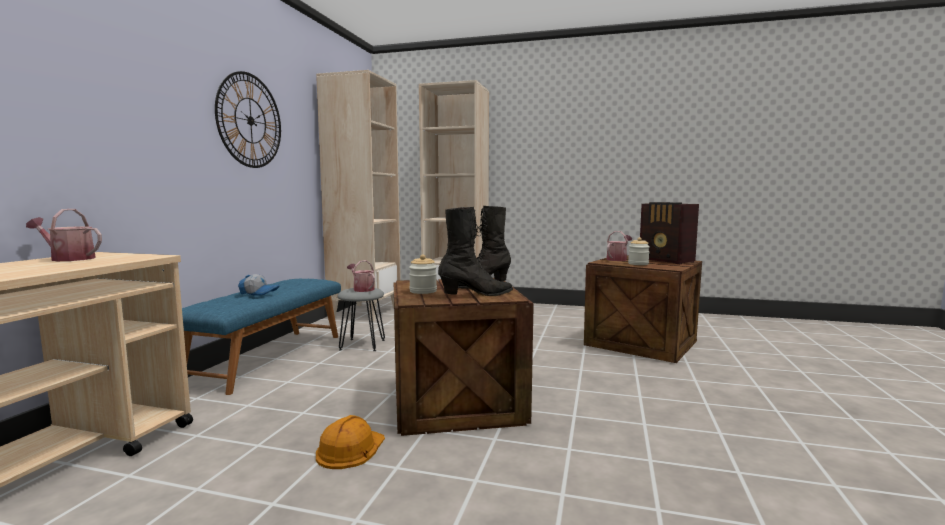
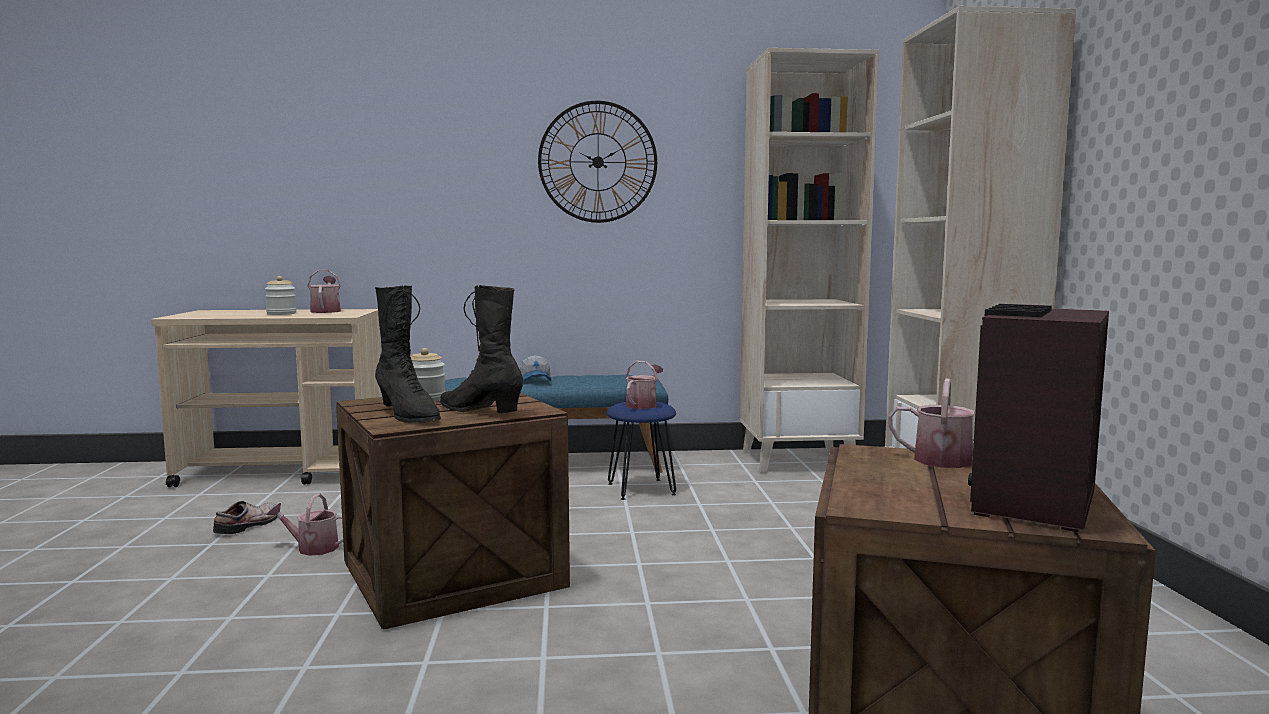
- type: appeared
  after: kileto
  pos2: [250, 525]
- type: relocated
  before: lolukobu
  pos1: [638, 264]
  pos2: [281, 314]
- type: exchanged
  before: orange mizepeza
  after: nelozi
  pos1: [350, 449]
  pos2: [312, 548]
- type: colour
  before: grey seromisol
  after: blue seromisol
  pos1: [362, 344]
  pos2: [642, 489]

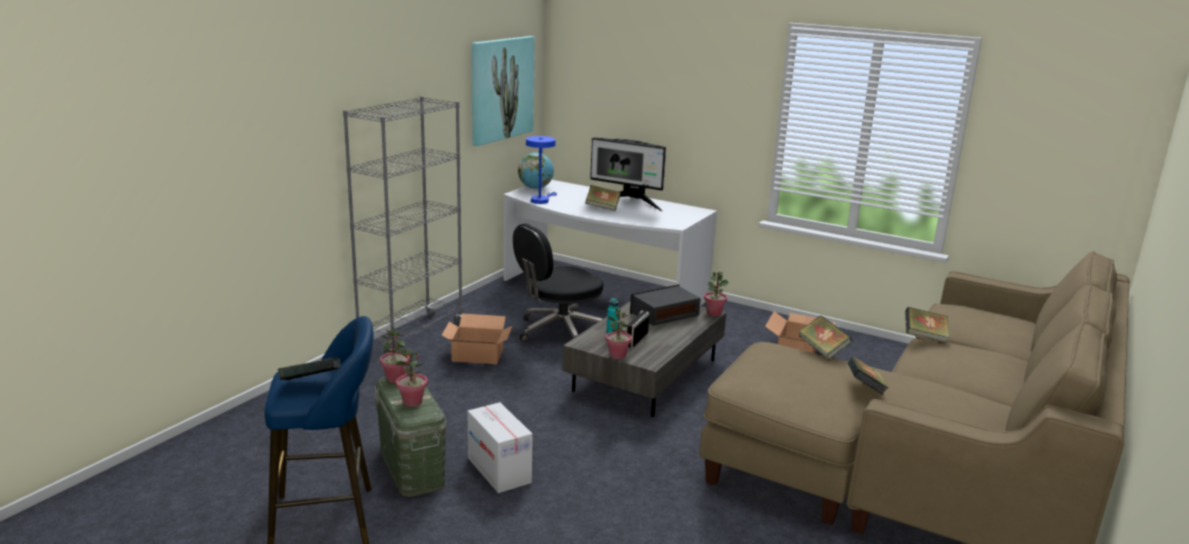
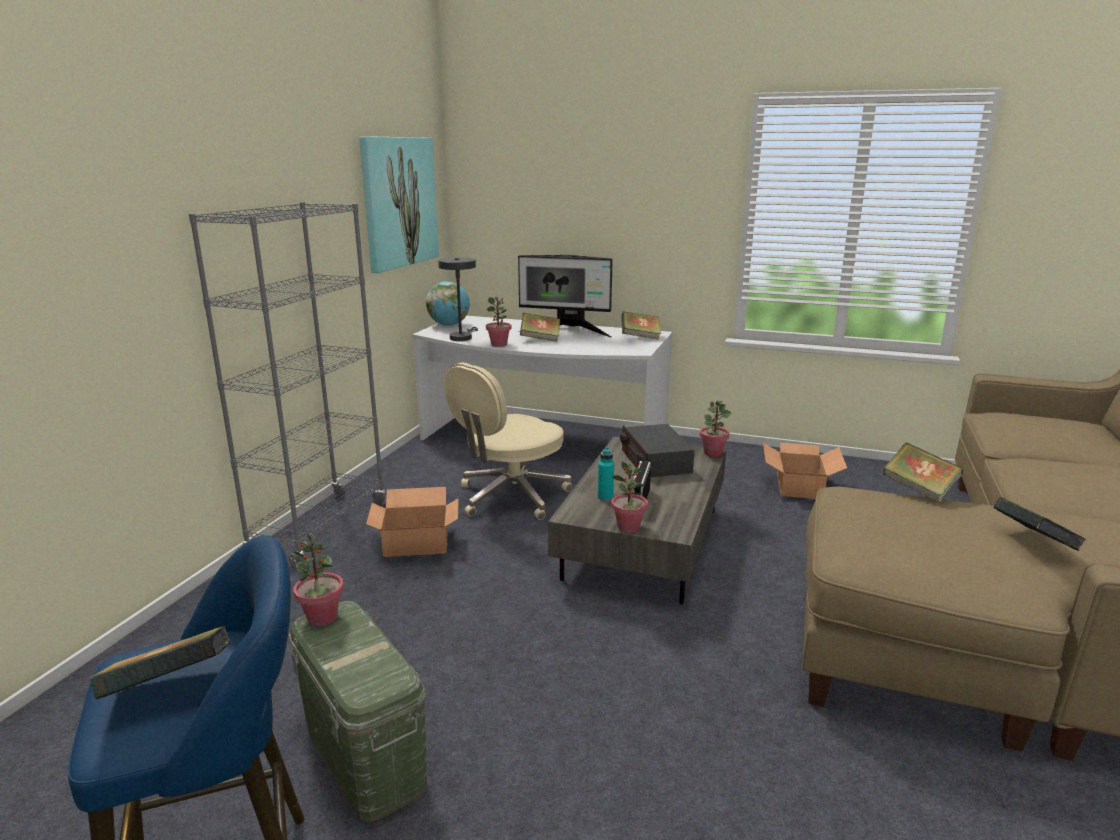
- type: missing
  before: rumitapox
  pos1: [499, 470]
- type: relocated
  before: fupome
  pos1: [412, 402]
  pos2: [499, 345]
- type: relocated
  before: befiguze
  pos1: [924, 337]
  pos2: [640, 337]
- type: colour
  before: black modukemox
  after: beige modukemox
  pos1: [559, 331]
  pos2: [511, 497]
- type: colour
  before: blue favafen
  after: grey favafen
  pos1: [541, 200]
  pos2: [462, 337]
- type: spun
  before: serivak
  pos1: [664, 314]
  pos2: [655, 462]
  turn: -60

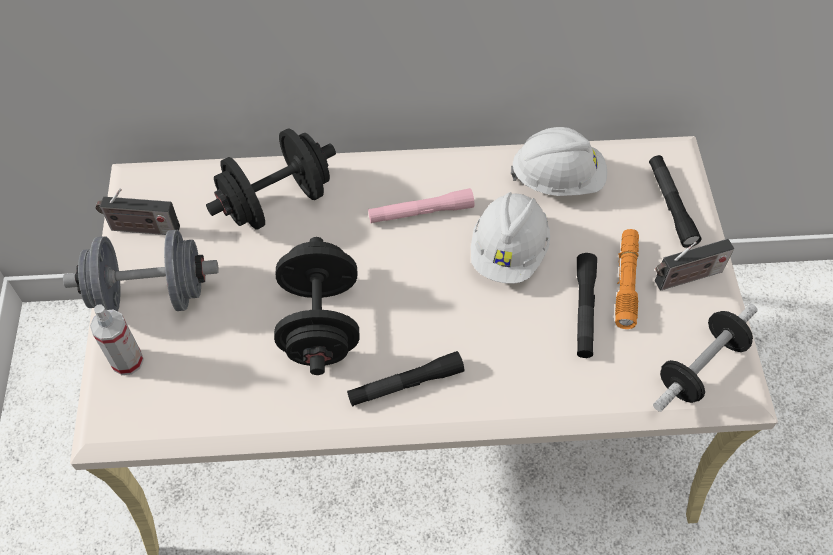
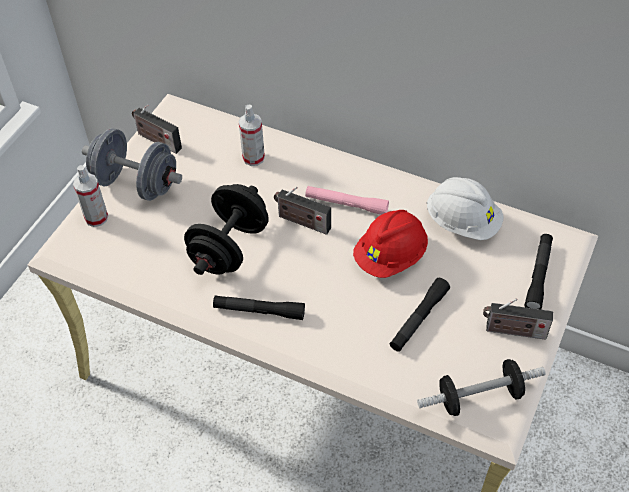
- type: missing
  before: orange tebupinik
  pos1: [626, 282]
- type: appeared
  after: serivak
  pos2: [301, 222]
- type: exchanged
  before: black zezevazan
  after: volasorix
  pos1: [276, 202]
  pos2: [253, 158]
- type: colour
  before: white mizepeza
  after: red mizepeza
  pos1: [508, 252]
  pos2: [390, 257]

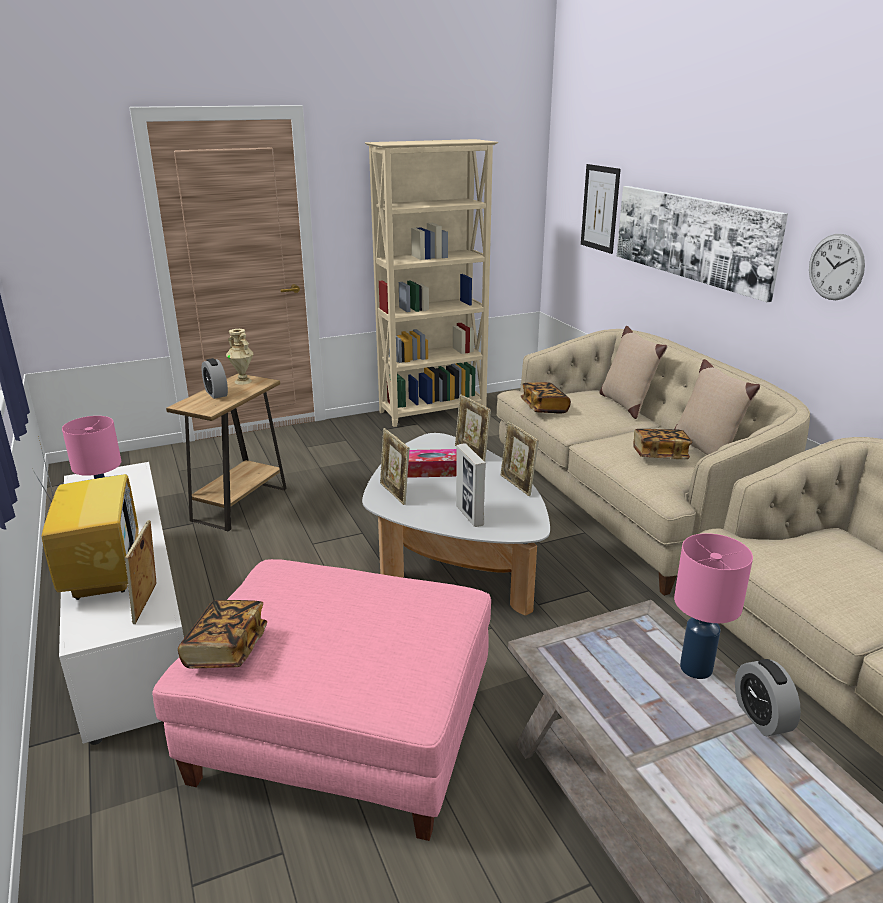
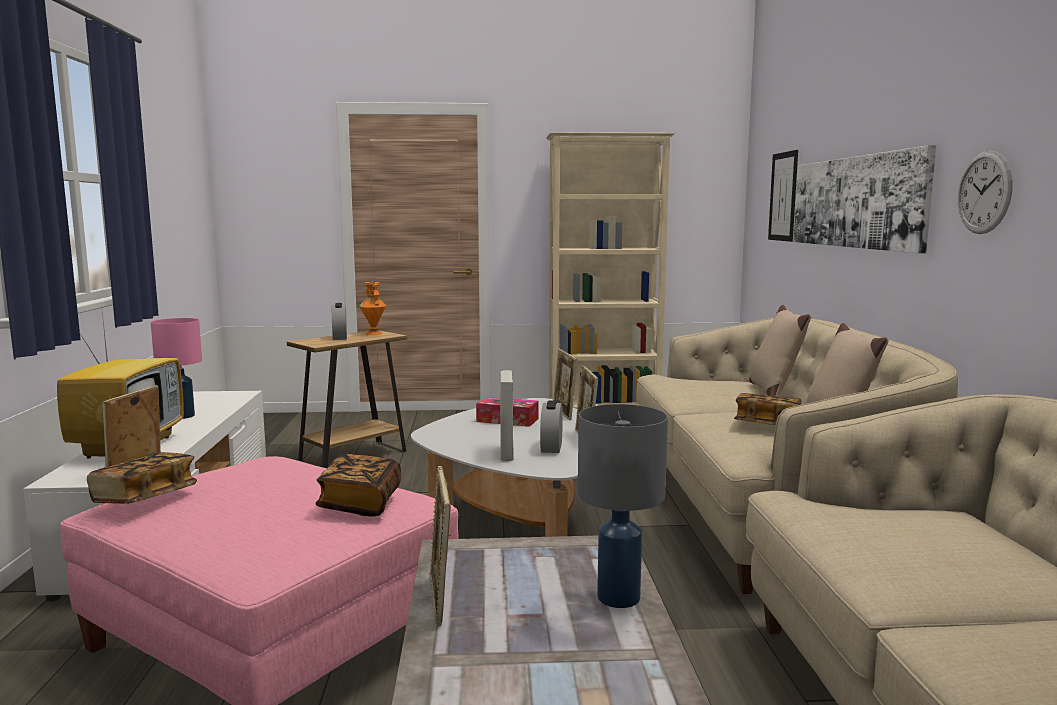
- type: relocated
  before: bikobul
  pos1: [394, 493]
  pos2: [440, 600]
- type: relocated
  before: befiguze
  pos1: [544, 408]
  pos2: [360, 503]
- type: relocated
  before: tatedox
  pos1: [761, 717]
  pos2: [551, 447]
- type: colour
  before: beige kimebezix
  after: orange kimebezix
  pos1: [243, 381]
  pos2: [374, 333]
- type: colour
  before: pink favafen
  after: grey favafen
  pos1: [696, 667]
  pos2: [619, 597]

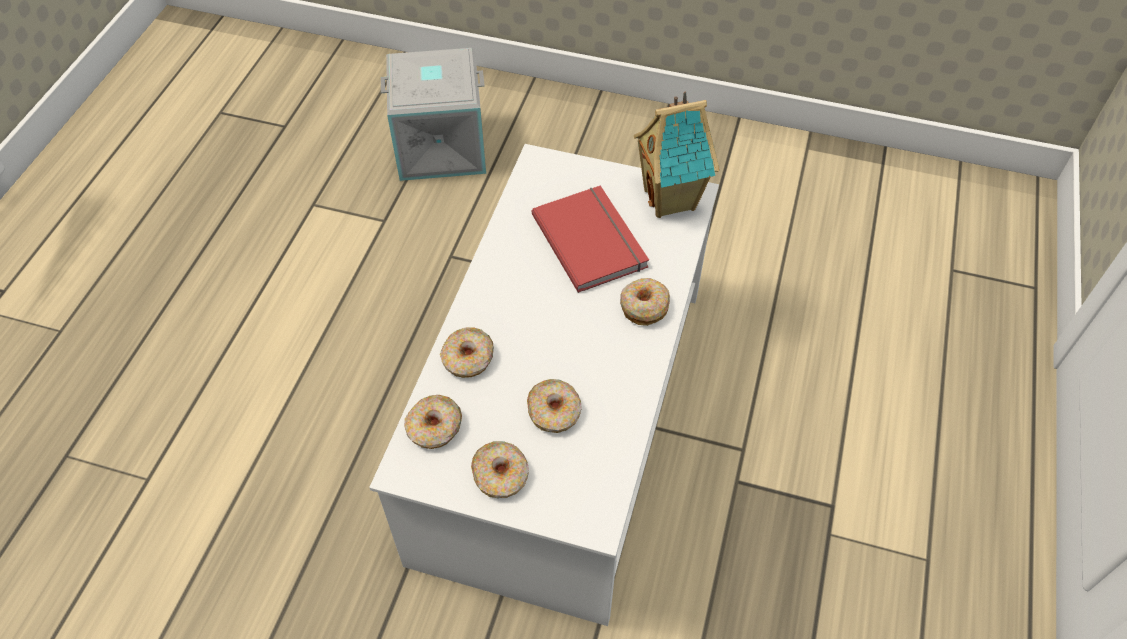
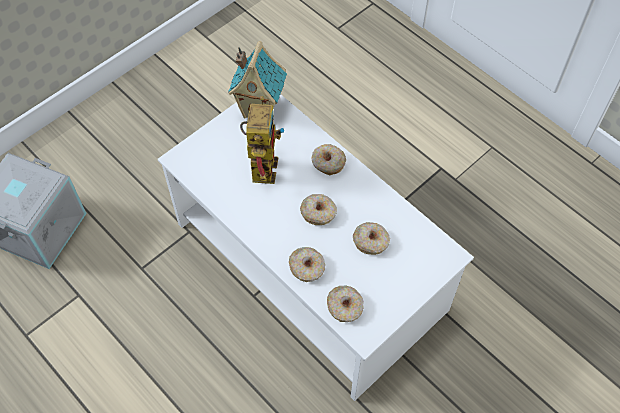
- type: relocated
  before: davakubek
  pos1: [501, 475]
  pos2: [318, 213]
- type: exchanged
  before: red befiguze
  after: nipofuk
  pos1: [592, 239]
  pos2: [262, 162]

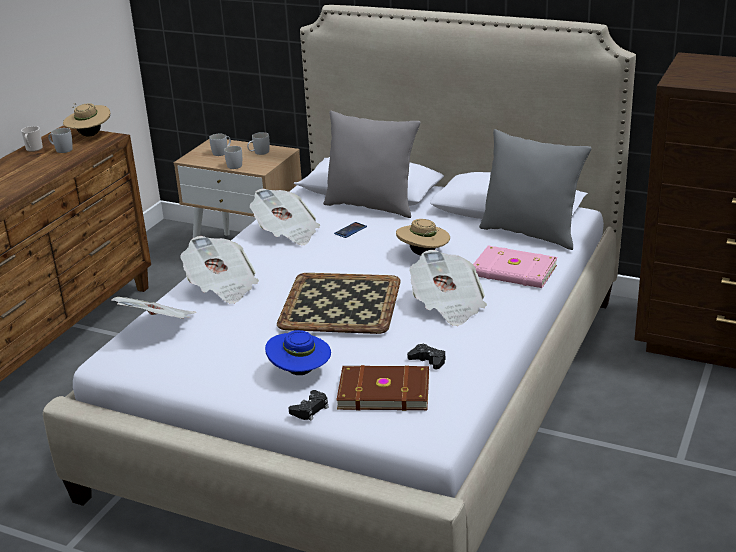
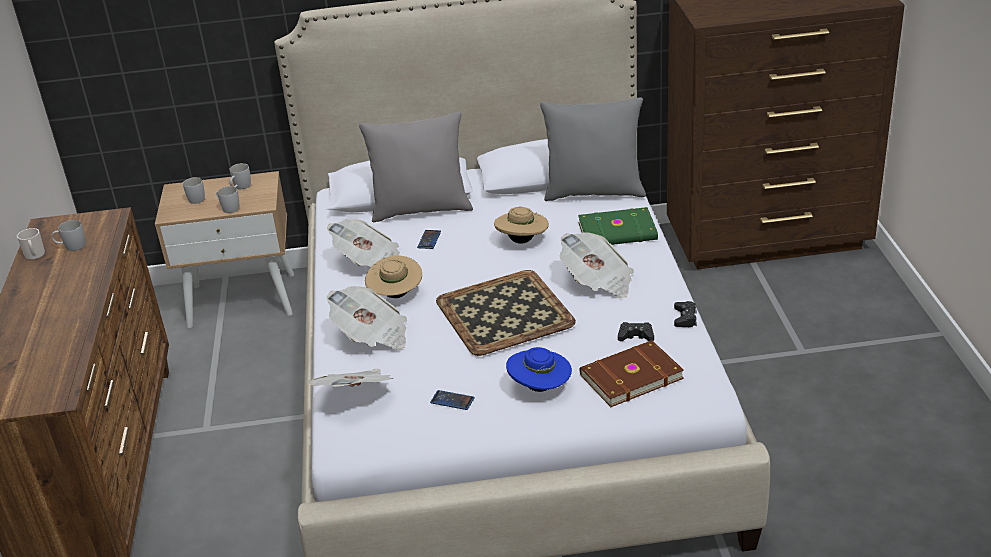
- type: appeared
  after: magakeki
  pos2: [452, 400]
- type: relocated
  before: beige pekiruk
  pos1: [89, 135]
  pos2: [395, 295]
- type: relocated
  before: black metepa
  pos1: [310, 409]
  pos2: [685, 318]
- type: colour
  before: pink befiguze
  after: green befiguze
  pos1: [513, 271]
  pos2: [618, 232]

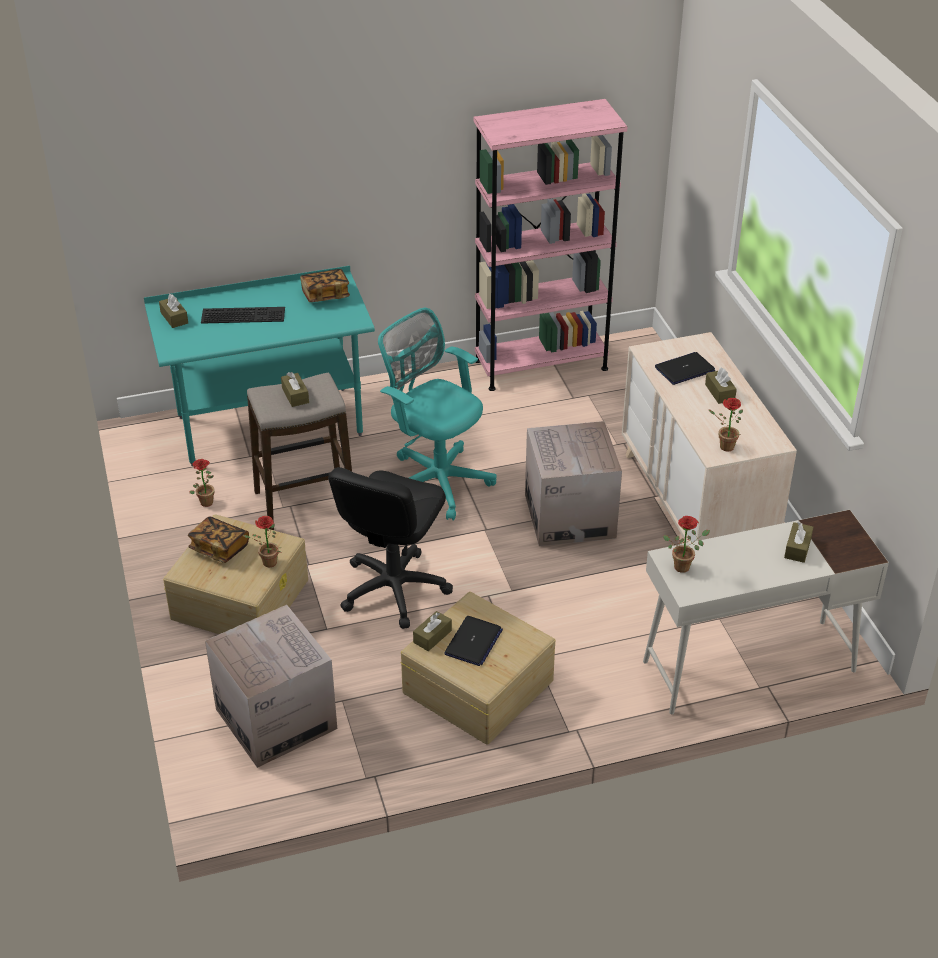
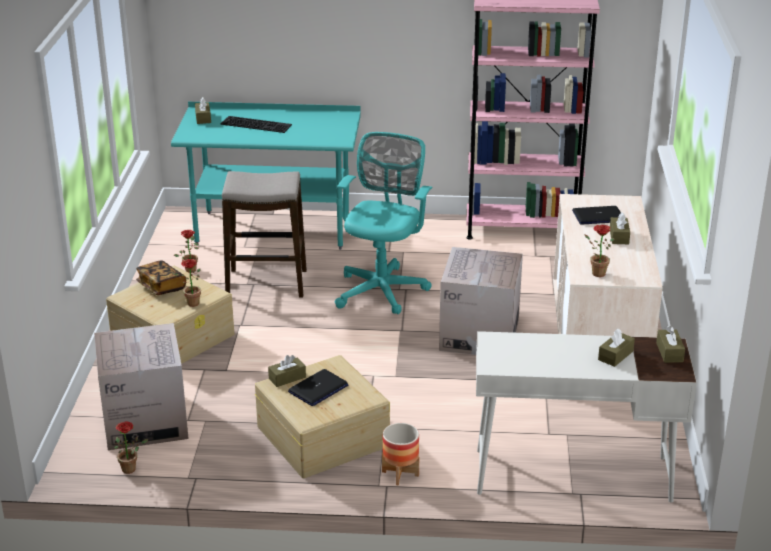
- type: missing
  before: befiguze
  pos1: [325, 295]
- type: missing
  before: black modukemox
  pos1: [393, 589]
- type: appeared
  after: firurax
  pos2: [400, 473]
- type: relocated
  before: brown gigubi
  pos1: [295, 395]
  pos2: [669, 352]
- type: relocated
  before: fupome
  pos1: [684, 565]
  pos2: [132, 468]
- type: spun
  before: turquoise modukemox
  pos1: [436, 479]
  pos2: [382, 289]
  turn: 45

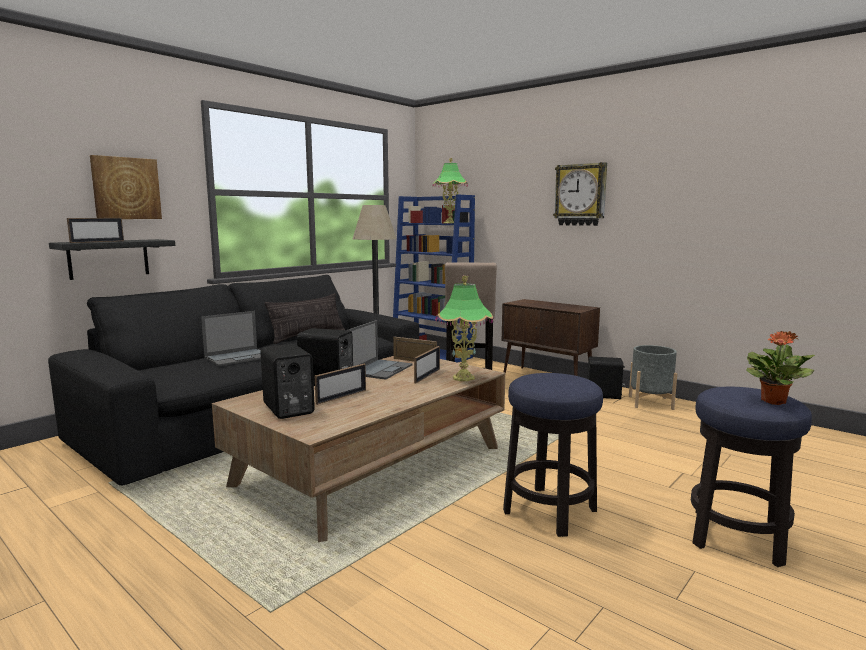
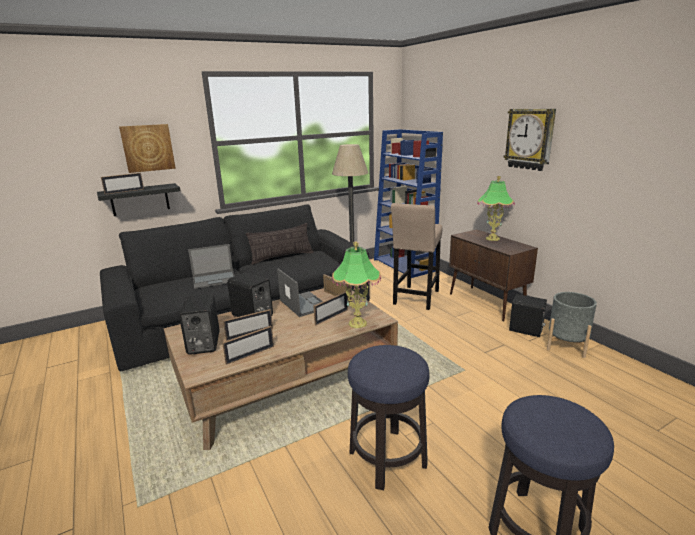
- type: missing
  before: fupome
  pos1: [774, 401]
- type: appeared
  after: bikobul
  pos2: [250, 355]
- type: relocated
  before: favafen
  pos1: [449, 223]
  pos2: [492, 239]
- type: spun
  before: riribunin
  pos1: [381, 369]
  pos2: [304, 304]
  turn: -75

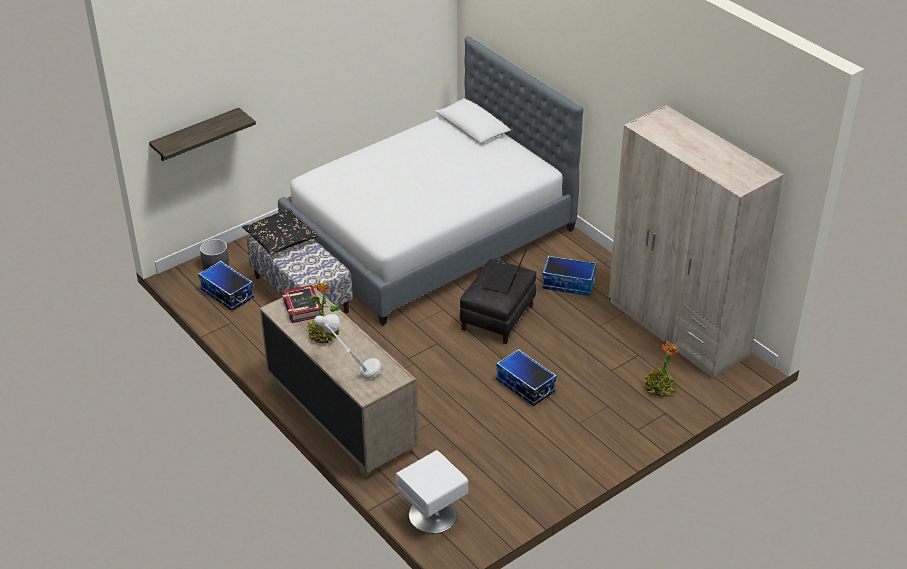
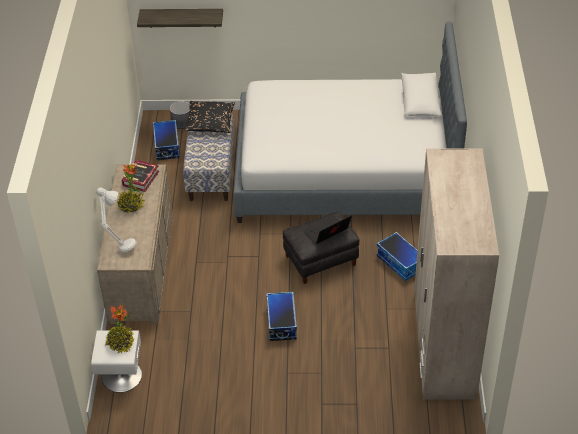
- type: relocated
  before: fupome
  pos1: [658, 388]
  pos2: [120, 343]

